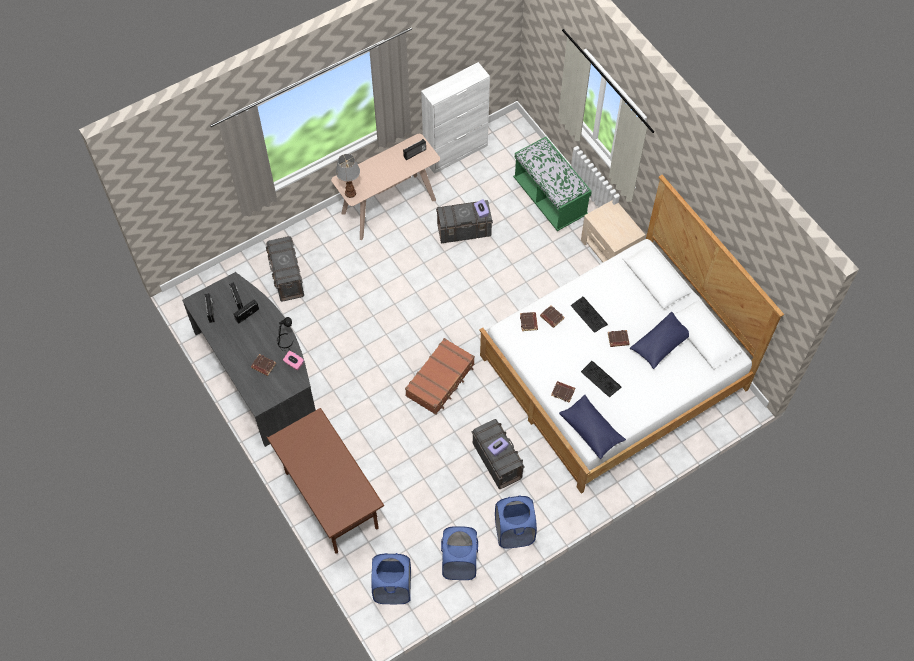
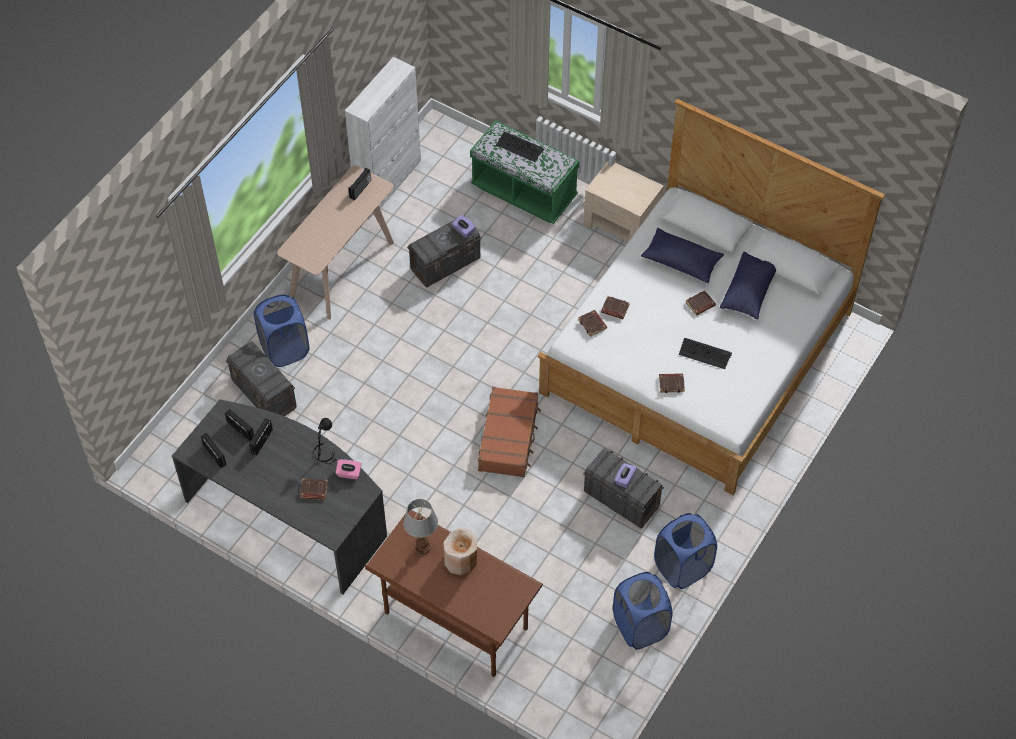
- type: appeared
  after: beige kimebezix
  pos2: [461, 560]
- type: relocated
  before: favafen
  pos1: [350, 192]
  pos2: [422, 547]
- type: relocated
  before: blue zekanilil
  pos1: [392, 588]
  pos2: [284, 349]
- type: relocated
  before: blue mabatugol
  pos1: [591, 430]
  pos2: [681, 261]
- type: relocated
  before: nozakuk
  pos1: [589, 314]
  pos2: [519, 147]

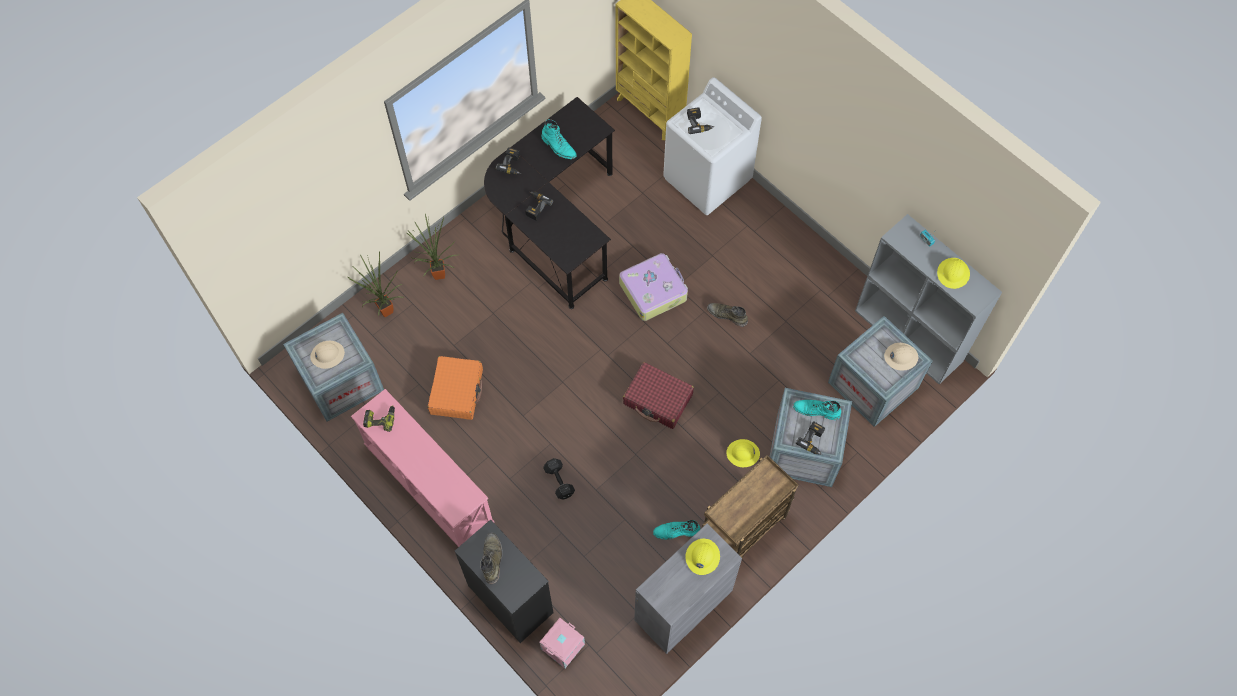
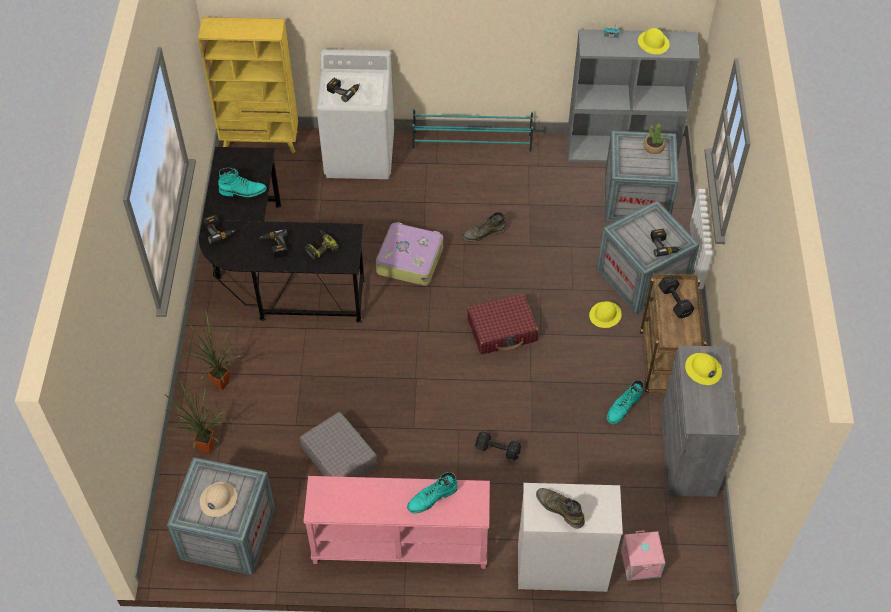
- type: appeared
  after: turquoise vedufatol
  pos2: [472, 143]
- type: appeared
  after: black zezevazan
  pos2: [674, 301]
- type: relocated
  before: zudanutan
  pos1: [380, 419]
  pos2: [320, 248]
- type: relocated
  before: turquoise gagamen
  pos1: [816, 410]
  pos2: [432, 498]
- type: exchanged
  before: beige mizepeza
  after: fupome
  pos1: [900, 357]
  pos2: [653, 147]
- type: colour
  before: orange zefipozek
  after: grey zefipozek
  pos1: [457, 391]
  pos2: [339, 456]
- type: colour
  before: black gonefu
  after: white gonefu
  pos1: [509, 598]
  pos2: [561, 567]

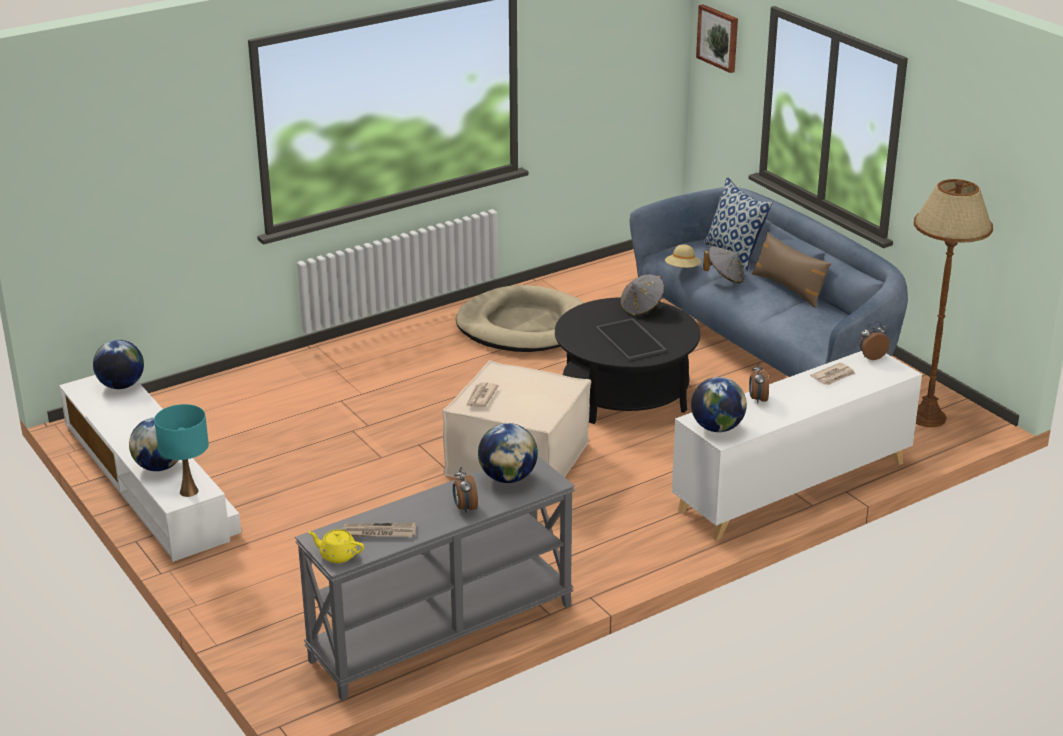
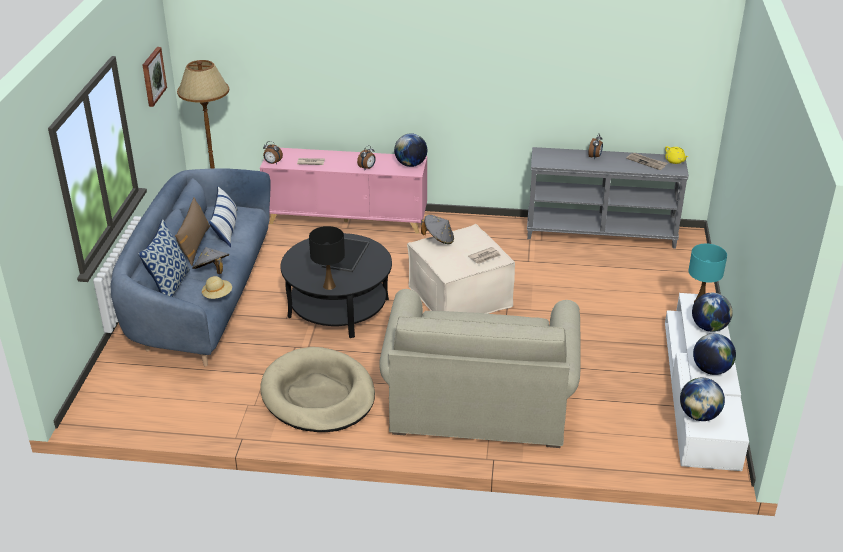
- type: appeared
  after: mabatugol
  pos2: [226, 228]
- type: appeared
  after: black favafen
  pos2: [329, 286]
- type: appeared
  after: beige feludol
  pos2: [478, 401]
- type: relocated
  before: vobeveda
  pos1: [508, 478]
  pos2: [711, 370]
- type: relocated
  before: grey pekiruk
  pos1: [642, 308]
  pos2: [438, 239]
- type: relocated
  before: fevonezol
  pos1: [718, 38]
  pos2: [153, 76]
- type: colour
  before: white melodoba
  after: pink melodoba
  pos1: [792, 487]
  pos2: [347, 219]

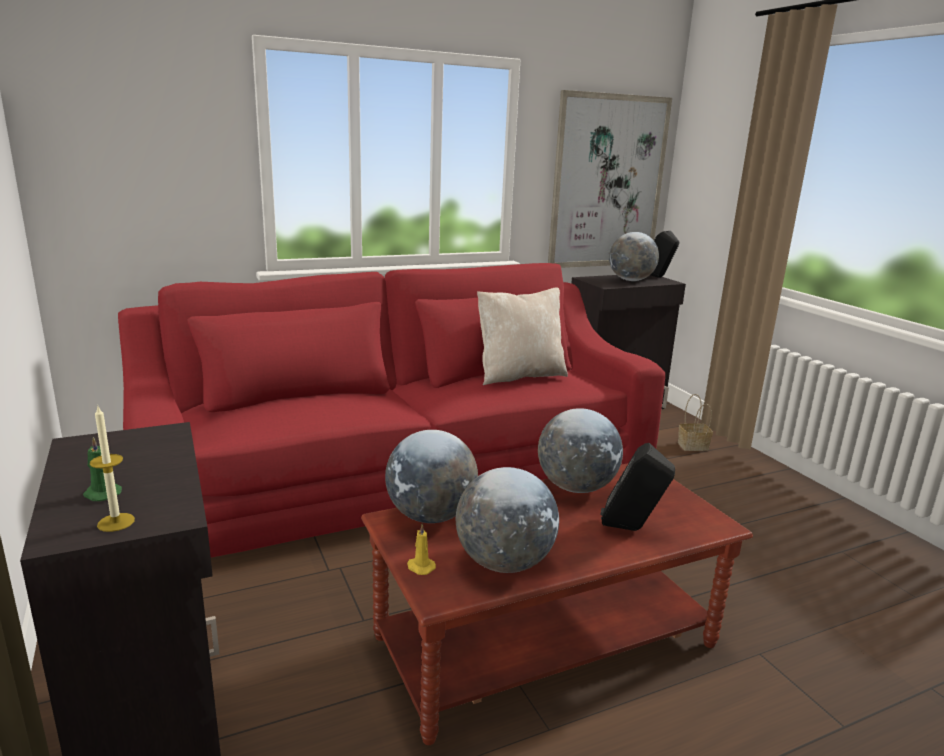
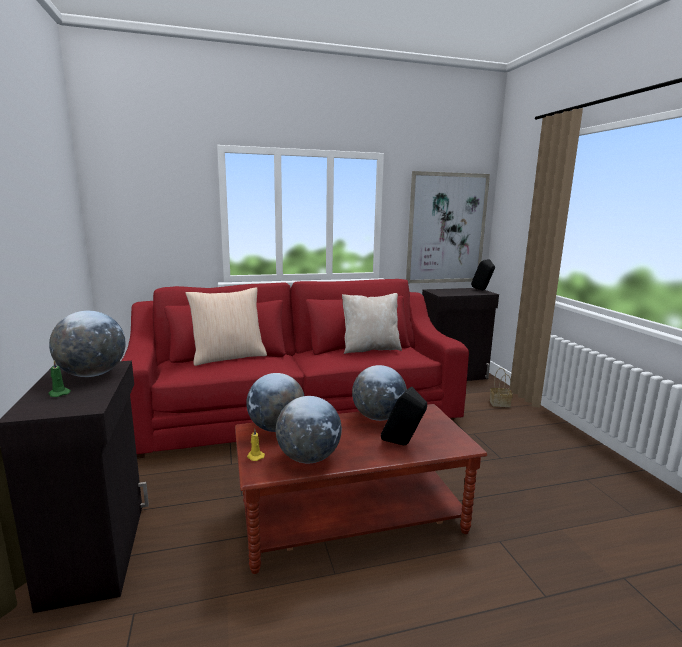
- type: missing
  before: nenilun
  pos1: [116, 522]
- type: appeared
  after: beige mabatugol
  pos2: [228, 357]
- type: relocated
  before: vobeveda
  pos1: [630, 280]
  pos2: [92, 374]

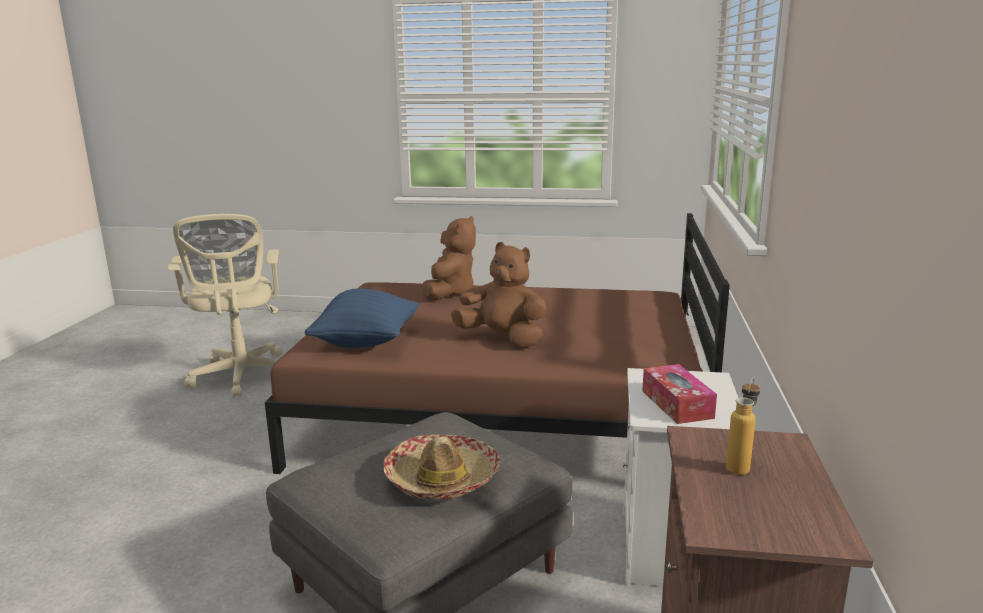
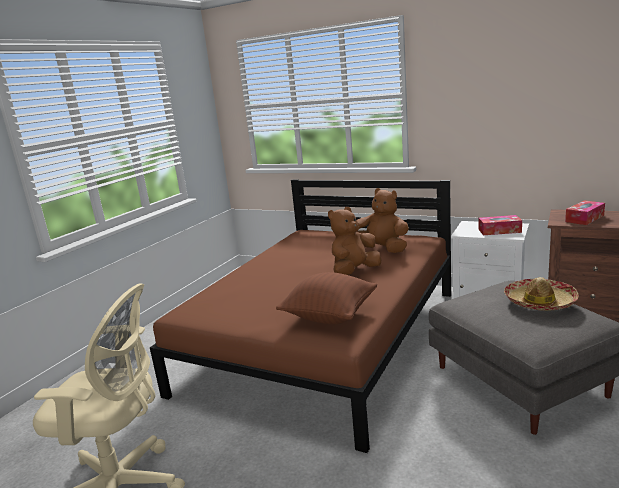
- type: relocated
  before: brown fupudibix
  pos1: [450, 292]
  pos2: [382, 249]
- type: exchanged
  before: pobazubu
  after: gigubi
  pos1: [740, 465]
  pos2: [584, 218]
- type: colour
  before: blue mabatugol
  after: brown mabatugol
  pos1: [366, 342]
  pos2: [330, 316]

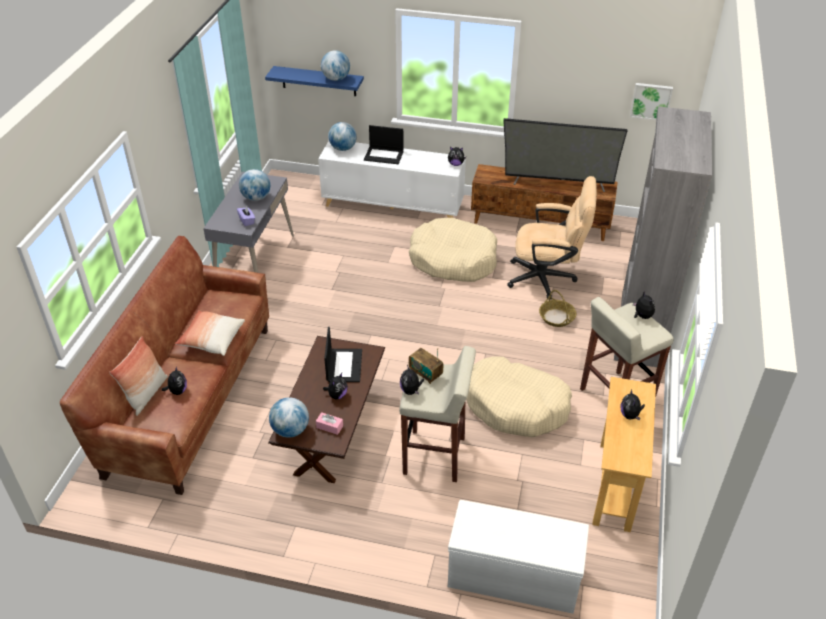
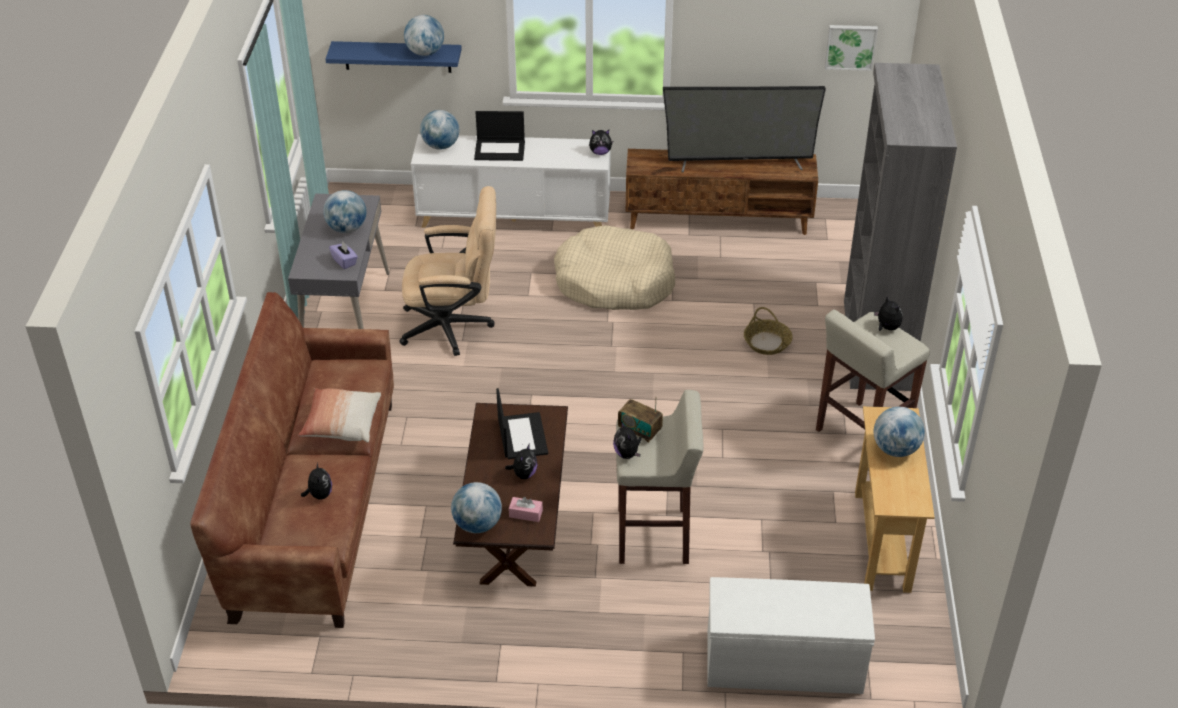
- type: missing
  before: mabatugol
  pos1: [146, 394]
- type: missing
  before: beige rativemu
  pos1: [516, 406]
- type: relocated
  before: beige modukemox
  pos1: [547, 278]
  pos2: [454, 326]
- type: exchanged
  before: fupudibix
  after: vobeveda
  pos1: [630, 415]
  pos2: [895, 449]

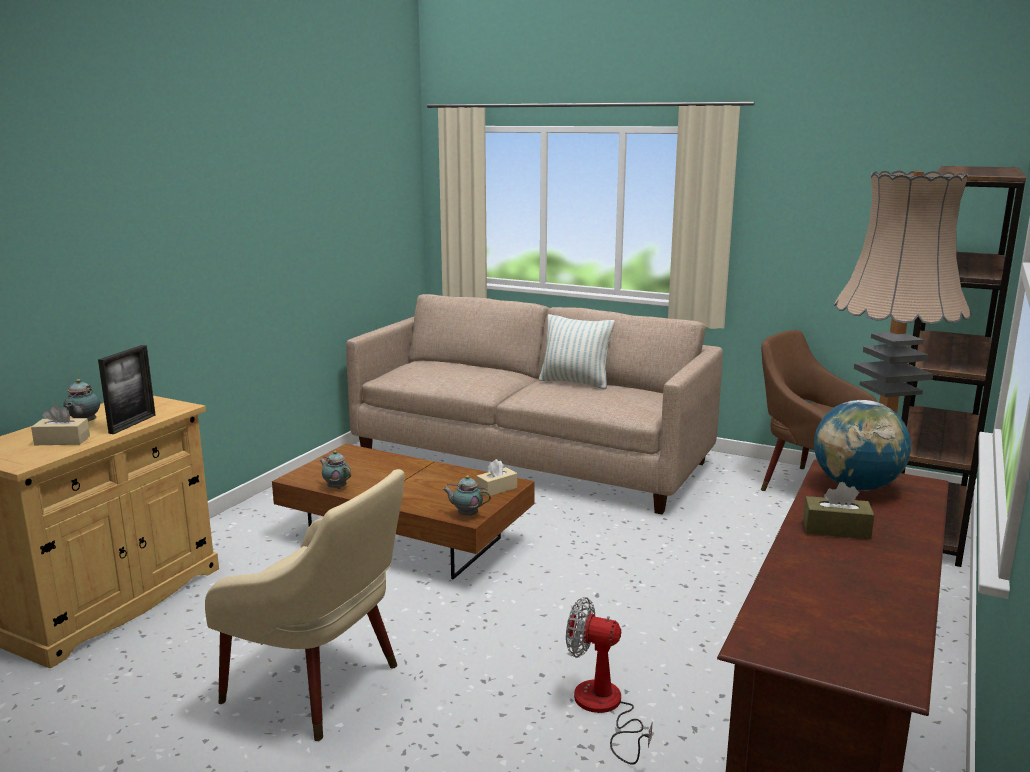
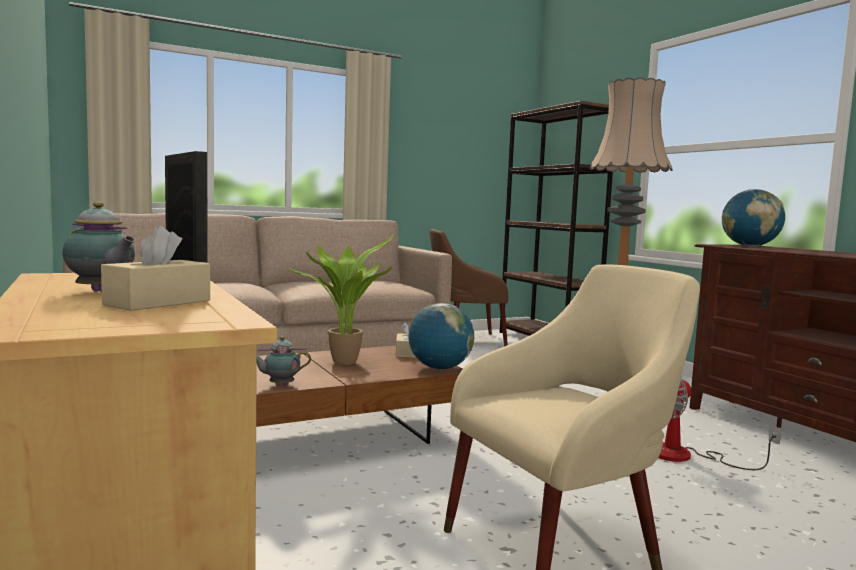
- type: missing
  before: mabatugol
  pos1: [575, 382]
- type: missing
  before: brown gigubi
  pos1: [836, 529]
- type: appeared
  after: fupome
  pos2: [344, 362]
- type: exchanged
  before: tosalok
  after: vobeveda
  pos1: [466, 515]
  pos2: [440, 368]

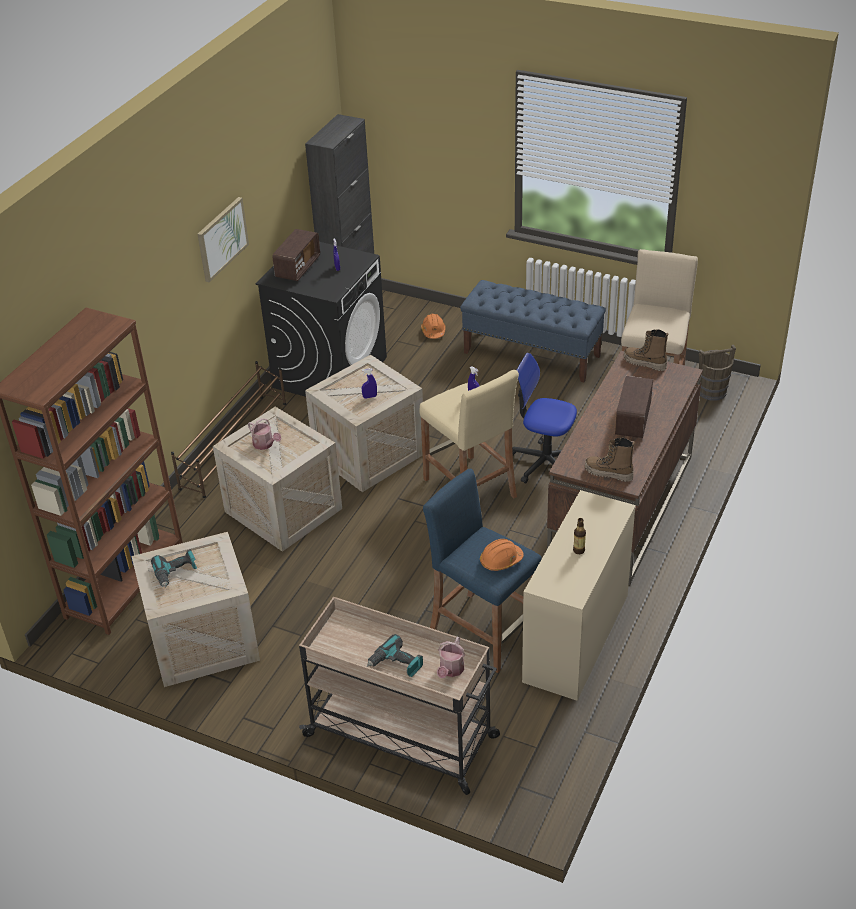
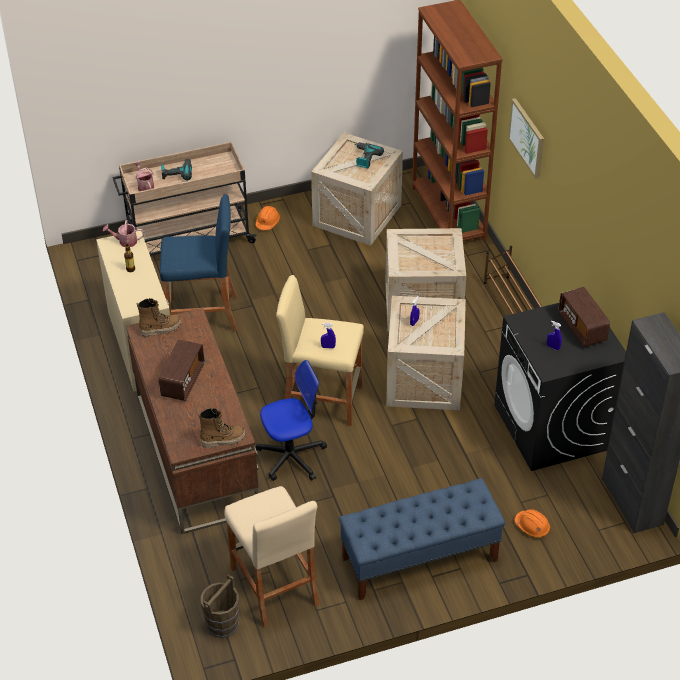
- type: relocated
  before: fevonezol
  pos1: [222, 239]
  pos2: [527, 138]
- type: relocated
  before: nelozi
  pos1: [265, 444]
  pos2: [125, 241]
- type: relocated
  before: orange mizepeza
  pos1: [501, 560]
  pos2: [267, 222]
- type: spun
  before: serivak
  pos1: [633, 420]
  pos2: [183, 381]
  turn: 45

